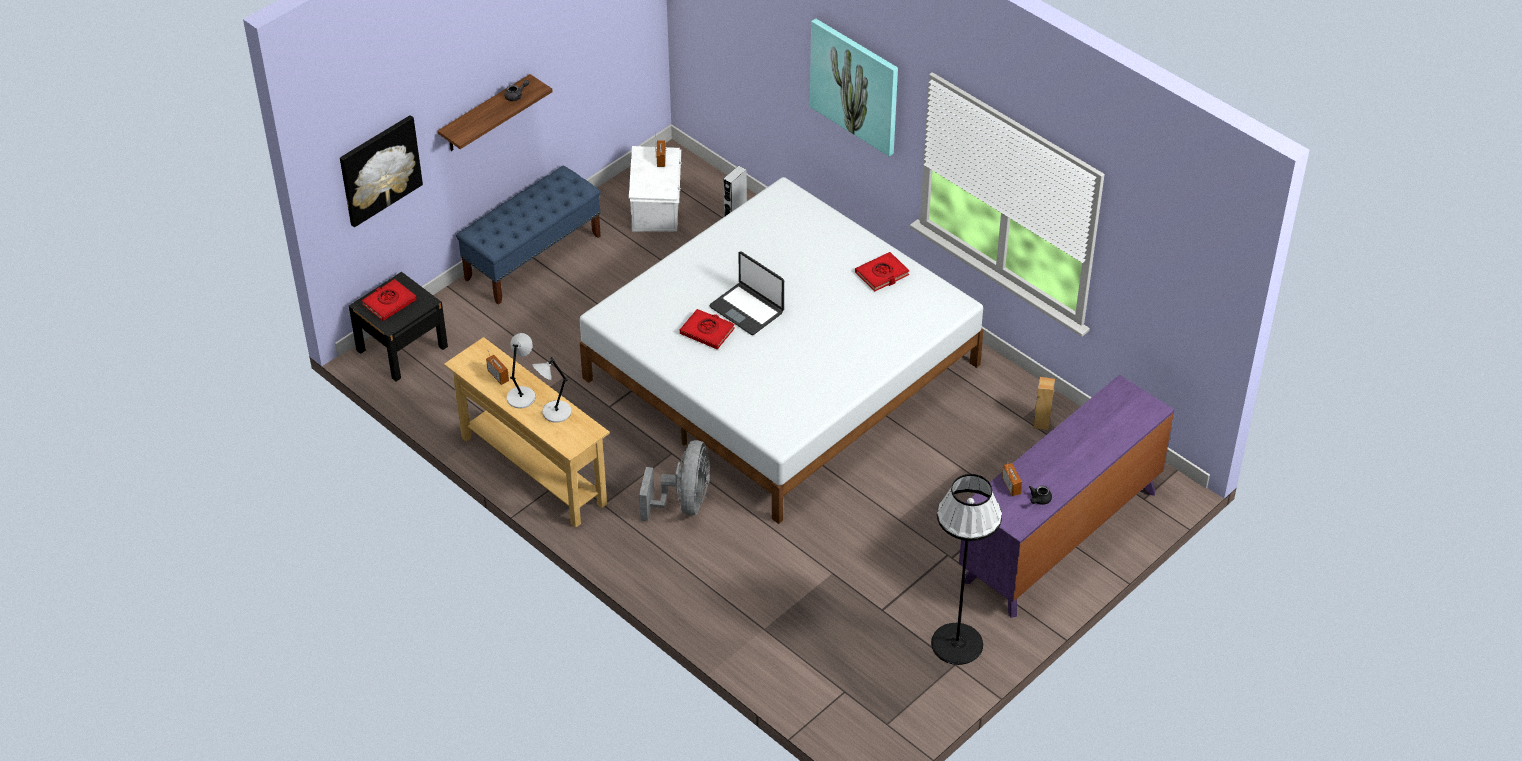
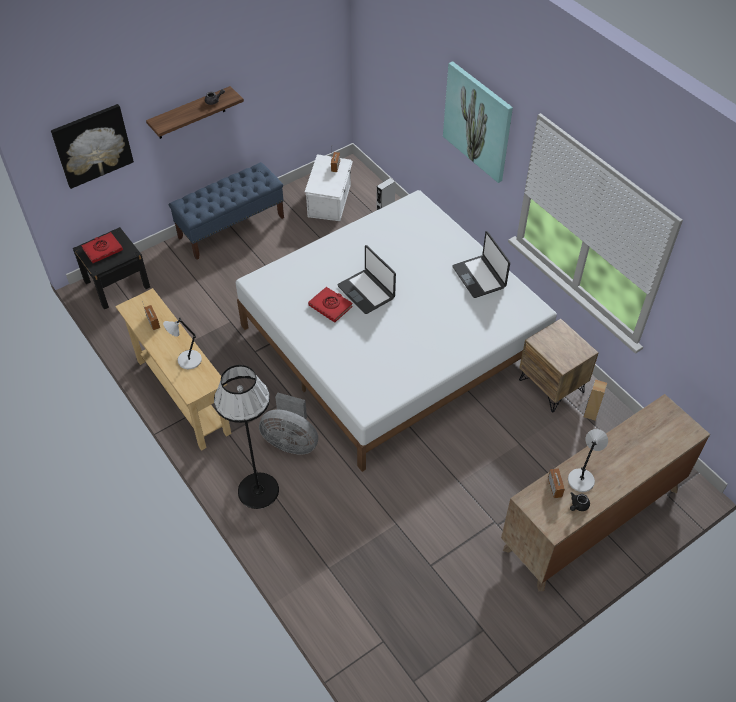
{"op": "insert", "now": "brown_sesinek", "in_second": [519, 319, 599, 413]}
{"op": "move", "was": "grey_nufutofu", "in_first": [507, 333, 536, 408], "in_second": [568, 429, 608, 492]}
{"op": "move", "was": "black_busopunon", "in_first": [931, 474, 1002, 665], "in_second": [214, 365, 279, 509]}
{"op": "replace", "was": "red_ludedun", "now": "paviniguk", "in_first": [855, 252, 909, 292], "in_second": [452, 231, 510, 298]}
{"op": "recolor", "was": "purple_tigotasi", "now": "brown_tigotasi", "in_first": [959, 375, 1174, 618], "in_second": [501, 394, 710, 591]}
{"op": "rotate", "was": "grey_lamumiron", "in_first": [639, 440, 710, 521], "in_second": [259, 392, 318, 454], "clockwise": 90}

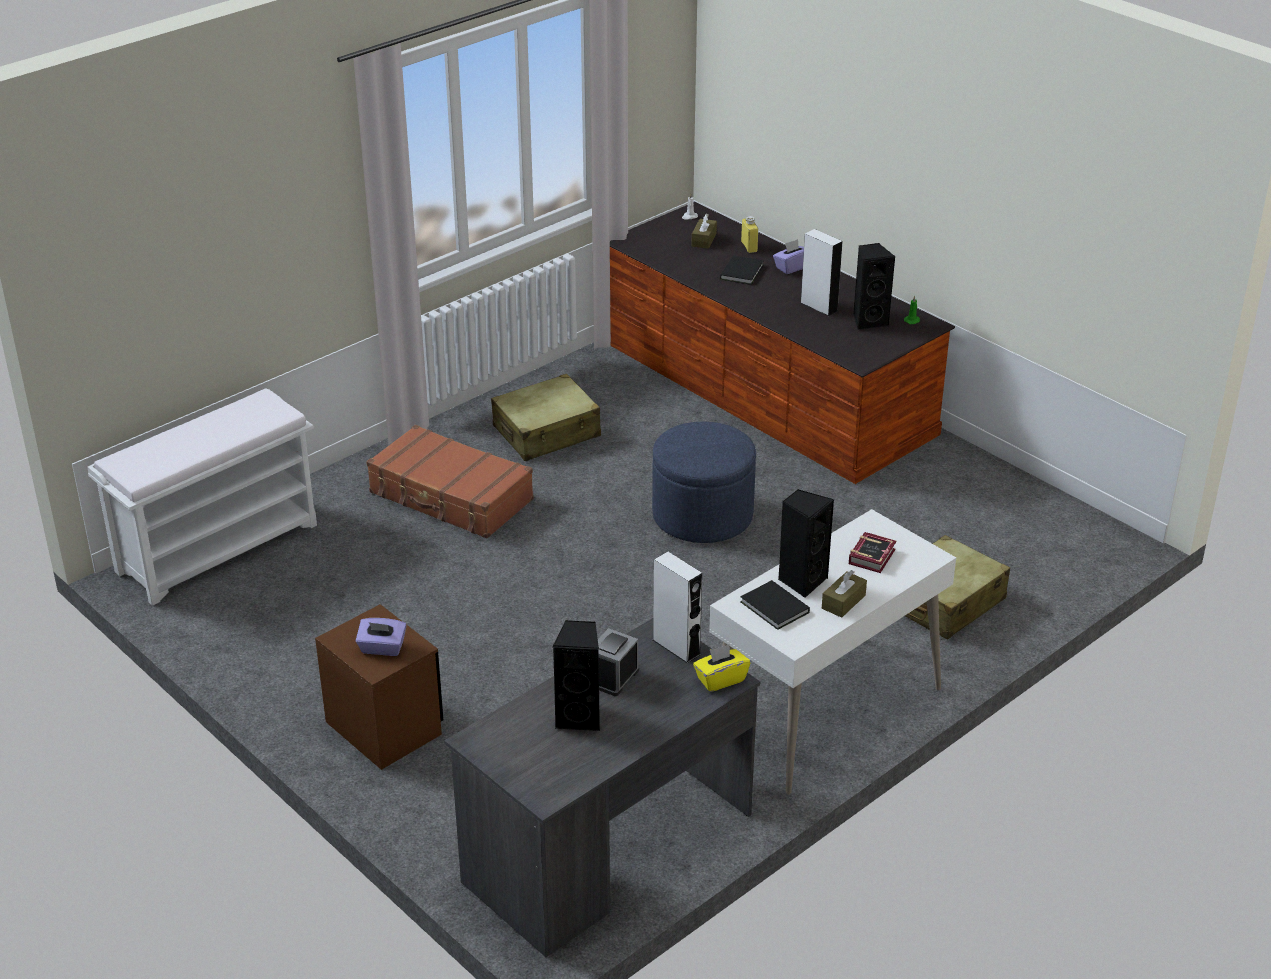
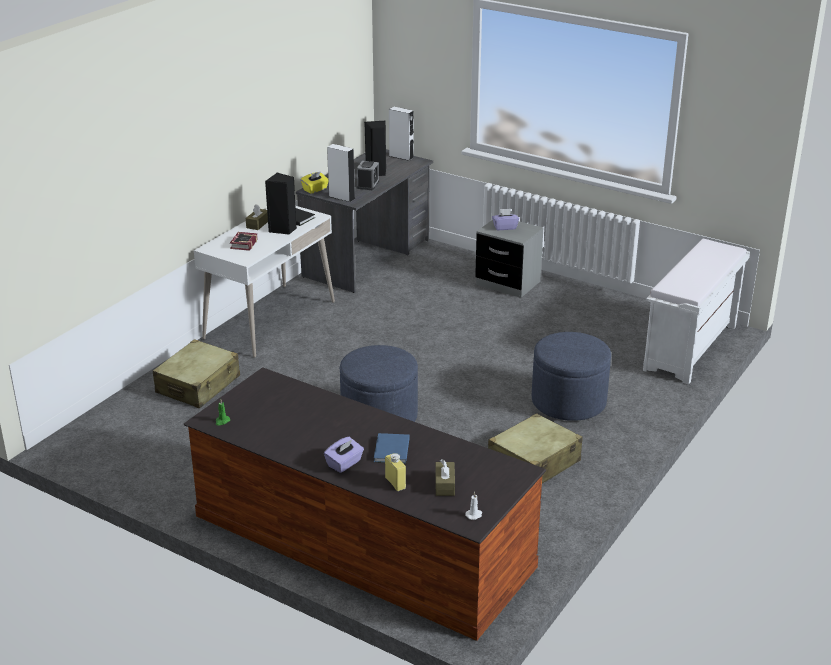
{"op": "delete", "was": "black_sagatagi", "in_first": [853, 243, 895, 330]}
{"op": "move", "was": "white_sagatagi", "in_first": [800, 229, 843, 316], "in_second": [389, 107, 414, 161]}
{"op": "replace", "was": "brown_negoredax", "now": "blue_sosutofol", "in_first": [366, 425, 534, 539], "in_second": [532, 332, 611, 421]}
{"op": "recolor", "was": "brown_sesinek", "now": "grey_sesinek", "in_first": [315, 604, 443, 770], "in_second": [475, 220, 543, 298]}
{"op": "recolor", "was": "black_ludedun", "now": "blue_ludedun", "in_first": [720, 256, 764, 285], "in_second": [374, 433, 410, 464]}

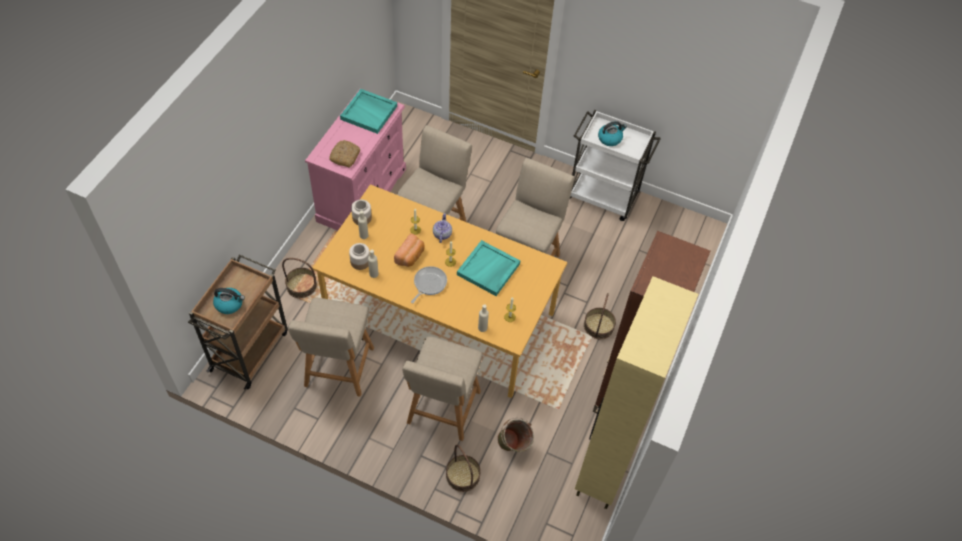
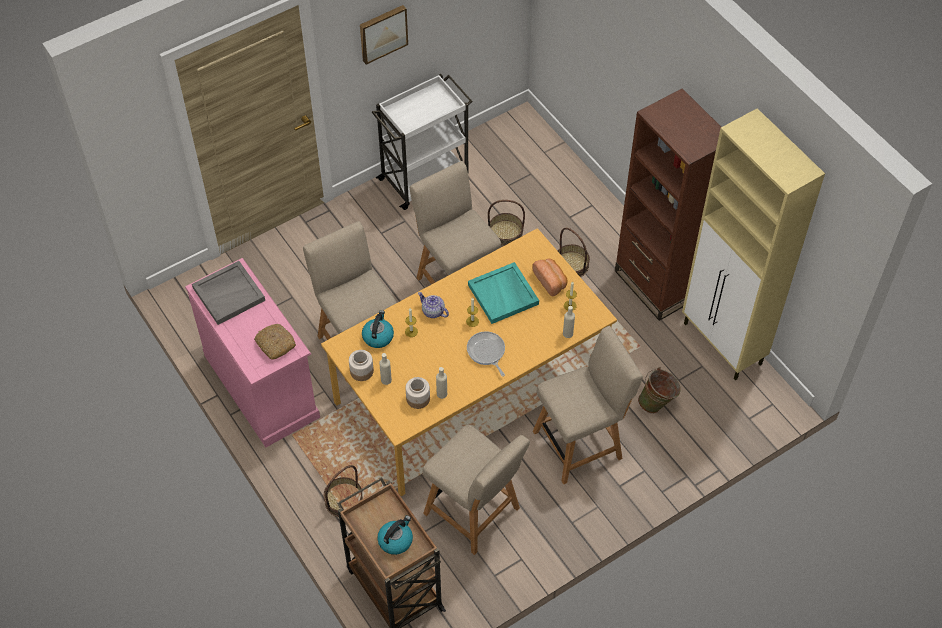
{"op": "insert", "now": "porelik", "in_second": [360, 5, 408, 65]}
{"op": "move", "was": "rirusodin", "in_first": [394, 234, 425, 267], "in_second": [532, 259, 567, 296]}
{"op": "move", "was": "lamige", "in_first": [446, 445, 481, 492], "in_second": [488, 200, 525, 247]}
{"op": "move", "was": "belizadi", "in_first": [598, 121, 627, 146], "in_second": [362, 310, 394, 348]}
{"op": "recolor", "was": "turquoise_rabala", "now": "grey_rabala", "in_first": [340, 89, 397, 134], "in_second": [192, 261, 265, 325]}
{"op": "rotate", "was": "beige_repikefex", "in_first": [402, 336, 482, 441], "in_second": [533, 326, 643, 484], "clockwise": -75}

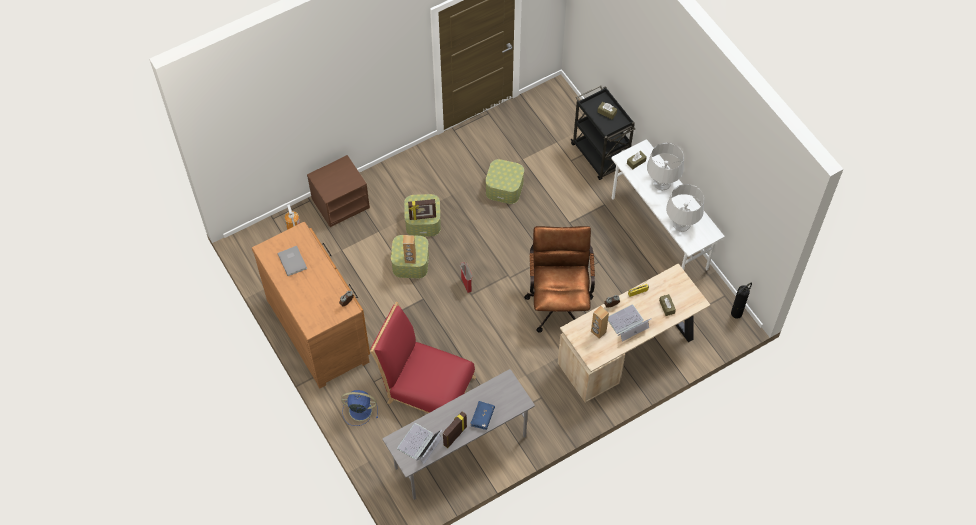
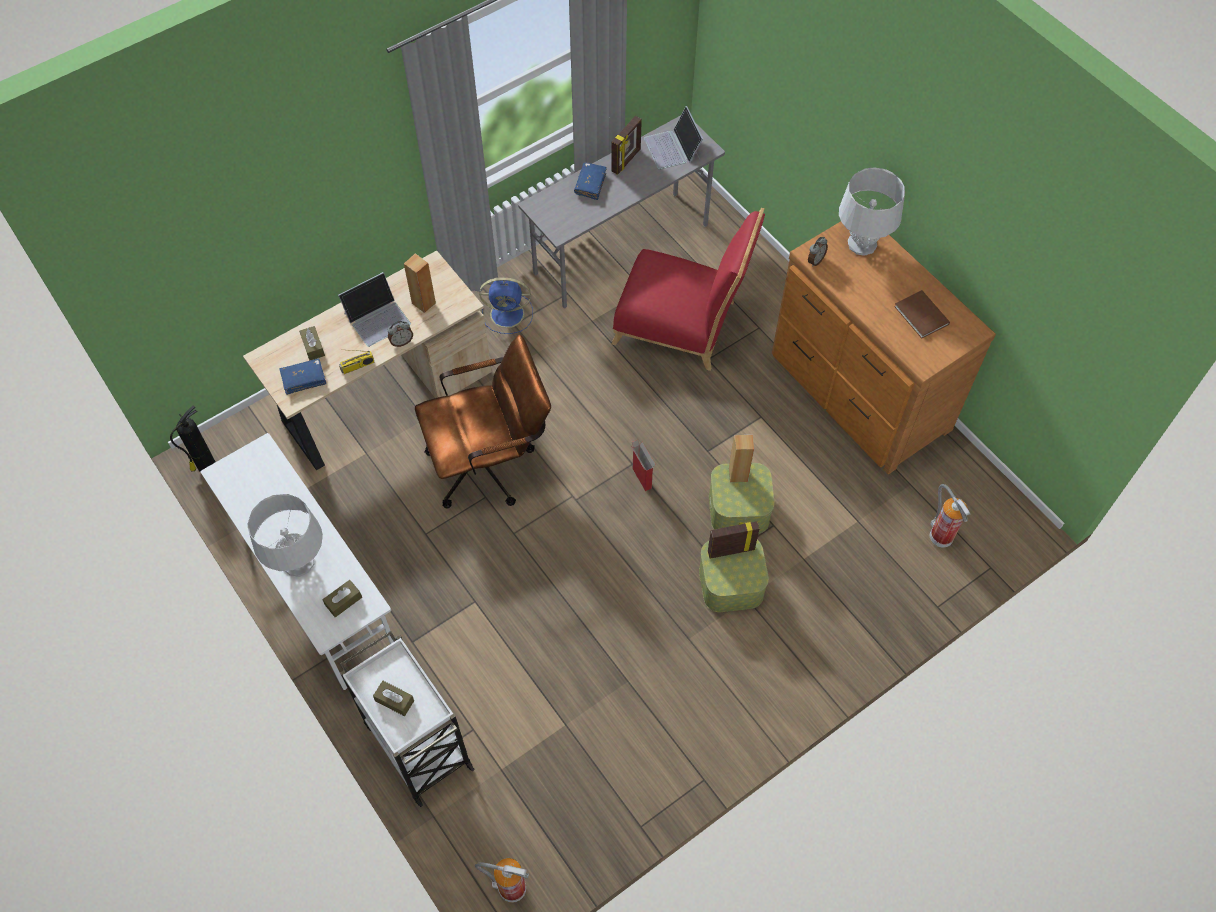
{"op": "delete", "was": "brown_sesinek", "in_first": [307, 155, 370, 228]}
{"op": "delete", "was": "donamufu", "in_first": [485, 159, 524, 204]}
{"op": "insert", "now": "blue_ludedun", "in_second": [280, 358, 326, 395]}
{"op": "insert", "now": "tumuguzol", "in_second": [475, 858, 529, 903]}
{"op": "move", "was": "blue_lamumiron", "in_first": [341, 390, 378, 426], "in_second": [479, 277, 533, 334]}
{"op": "move", "was": "grey_nufutofu", "in_first": [666, 184, 704, 232], "in_second": [839, 167, 905, 256]}
{"op": "recolor", "was": "grey_ludedun", "now": "brown_ludedun", "in_first": [278, 246, 307, 276], "in_second": [894, 290, 950, 338]}
{"op": "recolor", "was": "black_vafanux", "now": "white_vafanux", "in_first": [570, 85, 635, 180], "in_second": [340, 631, 475, 807]}
{"op": "rotate", "was": "paviniguk", "in_first": [397, 423, 442, 465], "in_second": [644, 106, 703, 170], "clockwise": 135}
{"op": "rotate", "was": "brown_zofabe", "in_first": [524, 226, 595, 333], "in_second": [415, 334, 551, 509], "clockwise": -105}

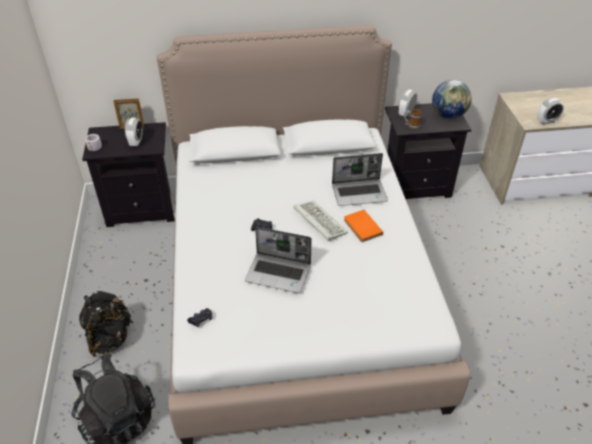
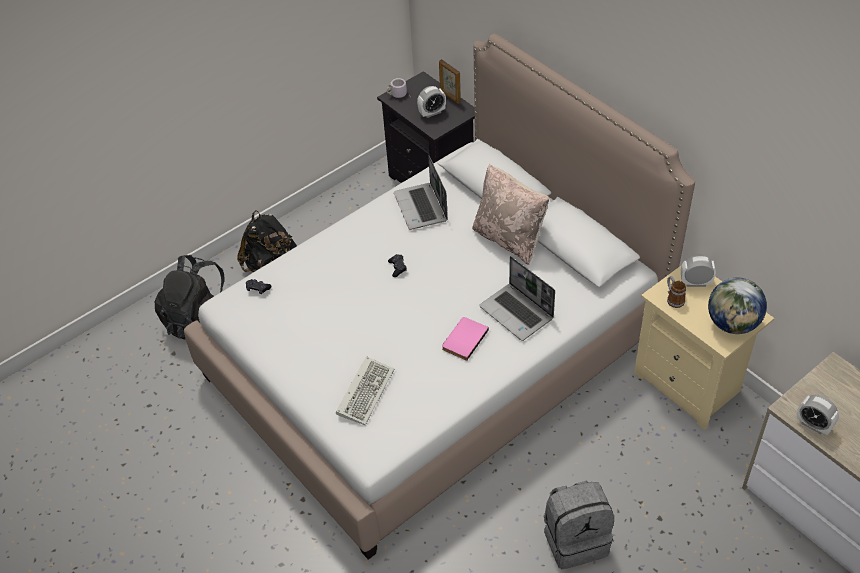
{"op": "insert", "now": "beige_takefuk", "in_second": [472, 164, 549, 265]}
{"op": "insert", "now": "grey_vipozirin", "in_second": [544, 481, 614, 569]}
{"op": "move", "was": "paviniguk", "in_first": [245, 226, 312, 293], "in_second": [394, 155, 448, 230]}
{"op": "move", "was": "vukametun", "in_first": [294, 201, 348, 241], "in_second": [336, 356, 394, 425]}
{"op": "recolor", "was": "orange_ludedun", "now": "pink_ludedun", "in_first": [344, 210, 383, 242], "in_second": [442, 317, 489, 361]}
{"op": "recolor", "was": "black_sesinek", "now": "beige_sesinek", "in_first": [385, 103, 471, 199], "in_second": [634, 265, 774, 430]}

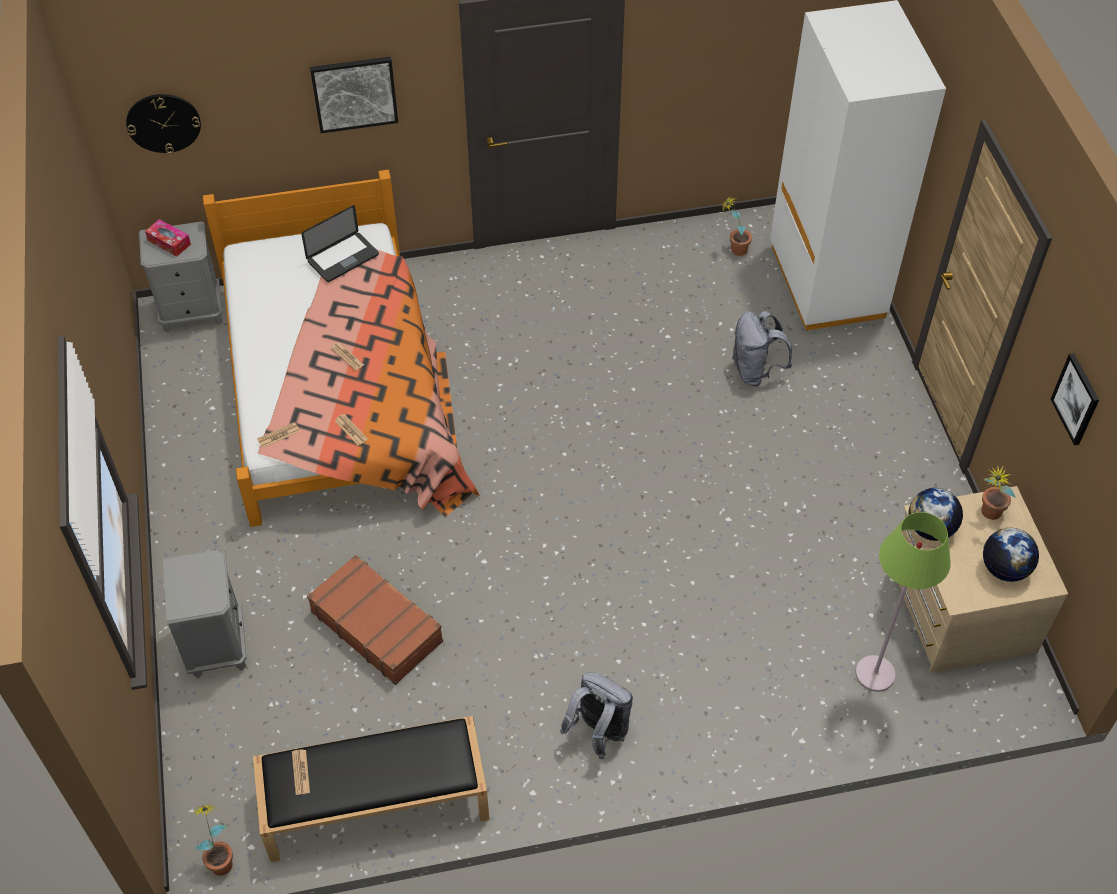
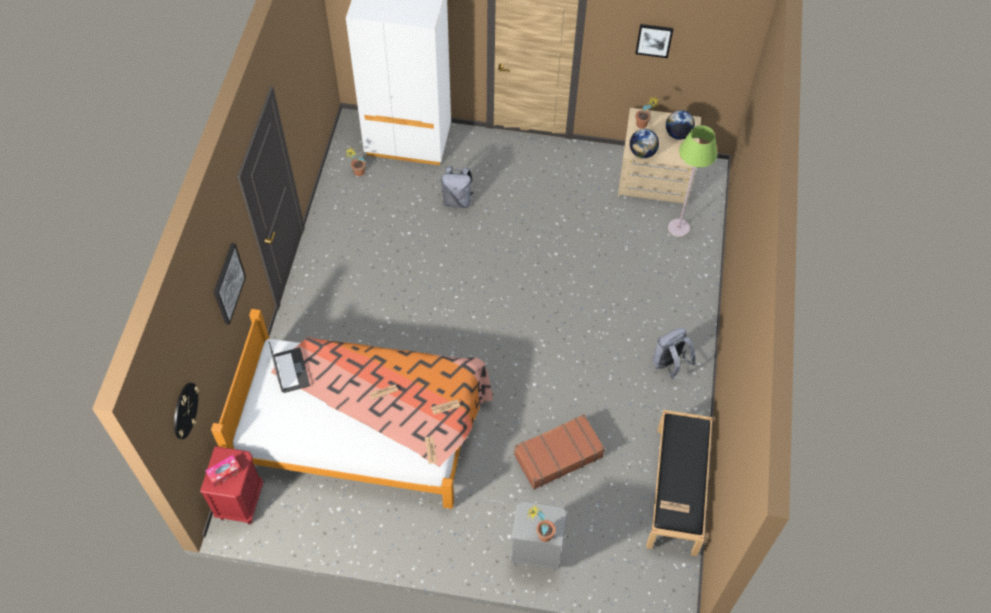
{"op": "move", "was": "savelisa", "in_first": [190, 803, 233, 876], "in_second": [527, 504, 556, 542]}
{"op": "recolor", "was": "grey_sesinek", "now": "red_sesinek", "in_first": [139, 222, 223, 333], "in_second": [200, 446, 263, 525]}

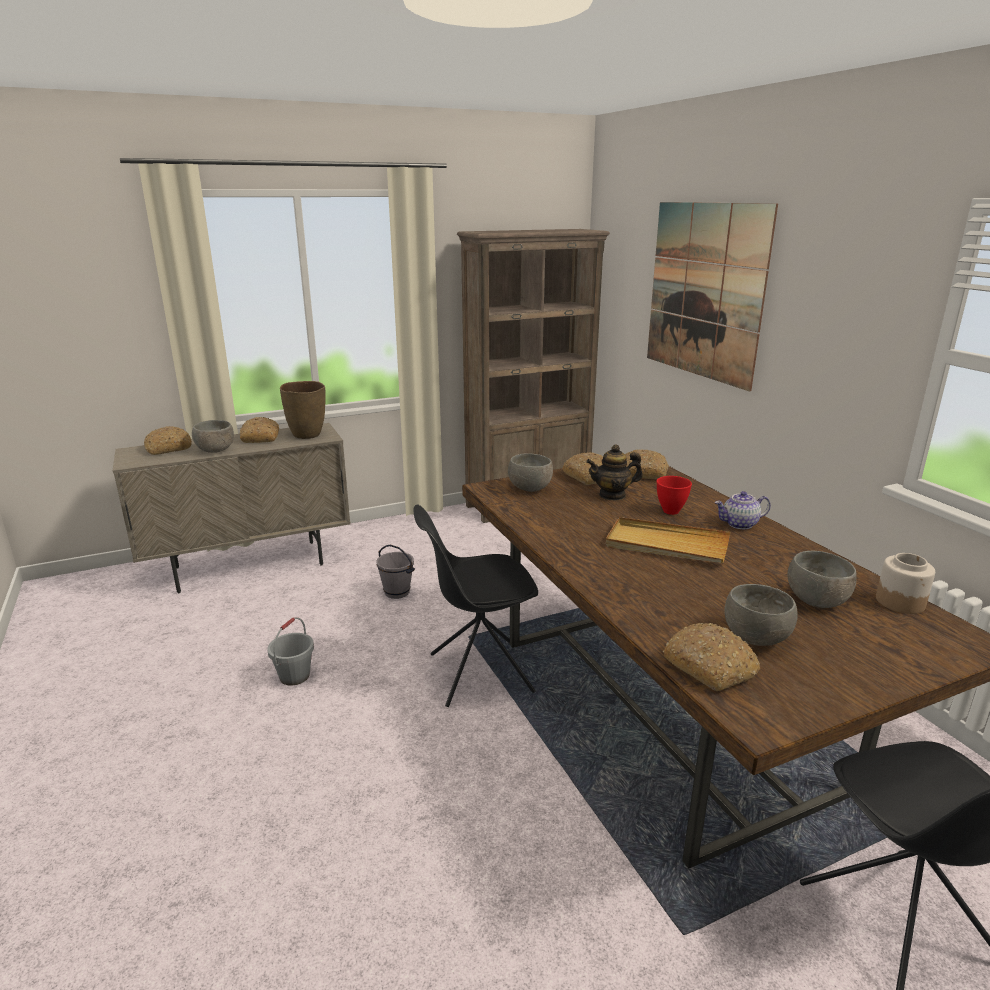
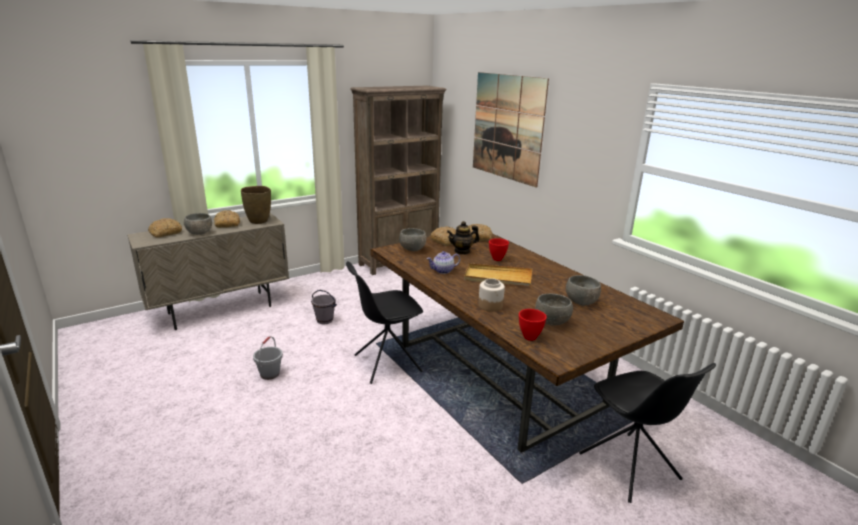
{"op": "move", "was": "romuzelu", "in_first": [715, 491, 771, 529], "in_second": [427, 251, 460, 274]}
{"op": "move", "was": "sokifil", "in_first": [876, 553, 935, 614], "in_second": [478, 278, 505, 312]}
{"op": "replace", "was": "rirusodin", "now": "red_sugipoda", "in_first": [663, 623, 760, 691], "in_second": [519, 309, 547, 341]}

